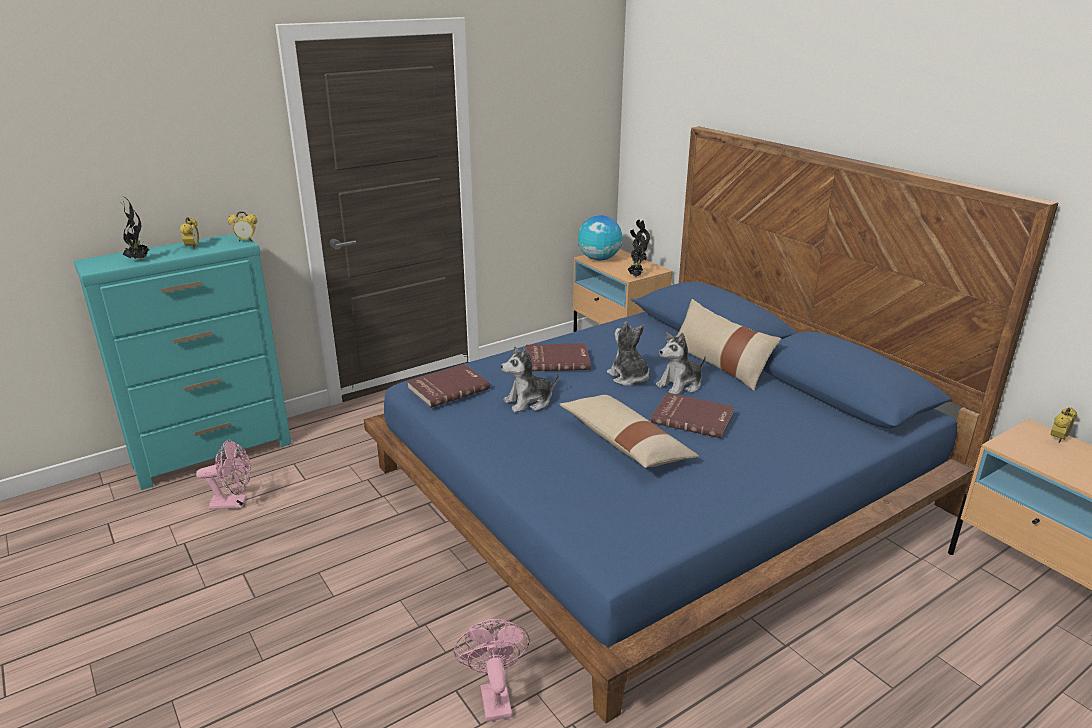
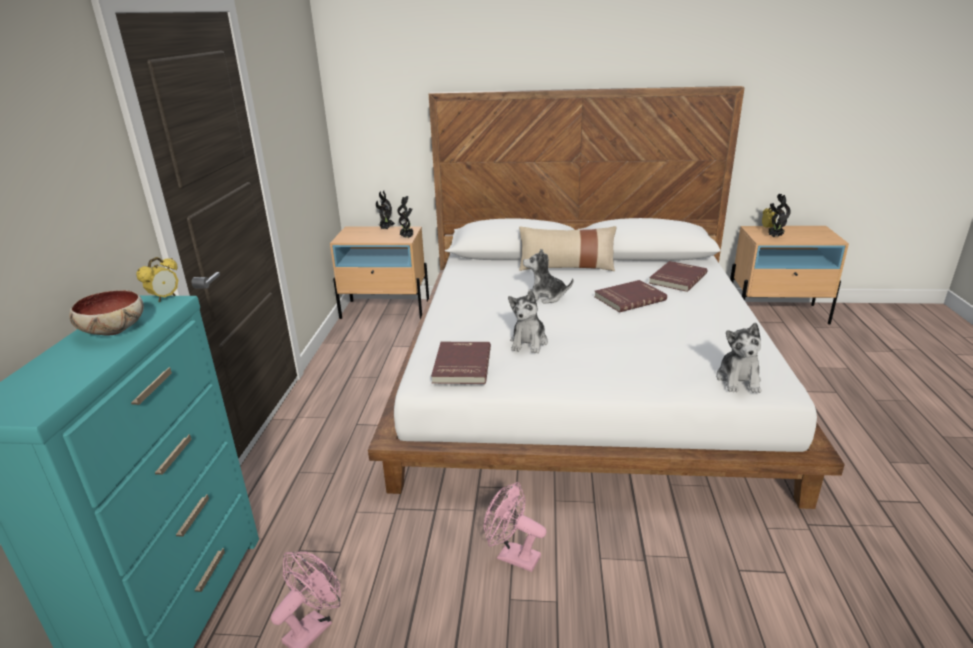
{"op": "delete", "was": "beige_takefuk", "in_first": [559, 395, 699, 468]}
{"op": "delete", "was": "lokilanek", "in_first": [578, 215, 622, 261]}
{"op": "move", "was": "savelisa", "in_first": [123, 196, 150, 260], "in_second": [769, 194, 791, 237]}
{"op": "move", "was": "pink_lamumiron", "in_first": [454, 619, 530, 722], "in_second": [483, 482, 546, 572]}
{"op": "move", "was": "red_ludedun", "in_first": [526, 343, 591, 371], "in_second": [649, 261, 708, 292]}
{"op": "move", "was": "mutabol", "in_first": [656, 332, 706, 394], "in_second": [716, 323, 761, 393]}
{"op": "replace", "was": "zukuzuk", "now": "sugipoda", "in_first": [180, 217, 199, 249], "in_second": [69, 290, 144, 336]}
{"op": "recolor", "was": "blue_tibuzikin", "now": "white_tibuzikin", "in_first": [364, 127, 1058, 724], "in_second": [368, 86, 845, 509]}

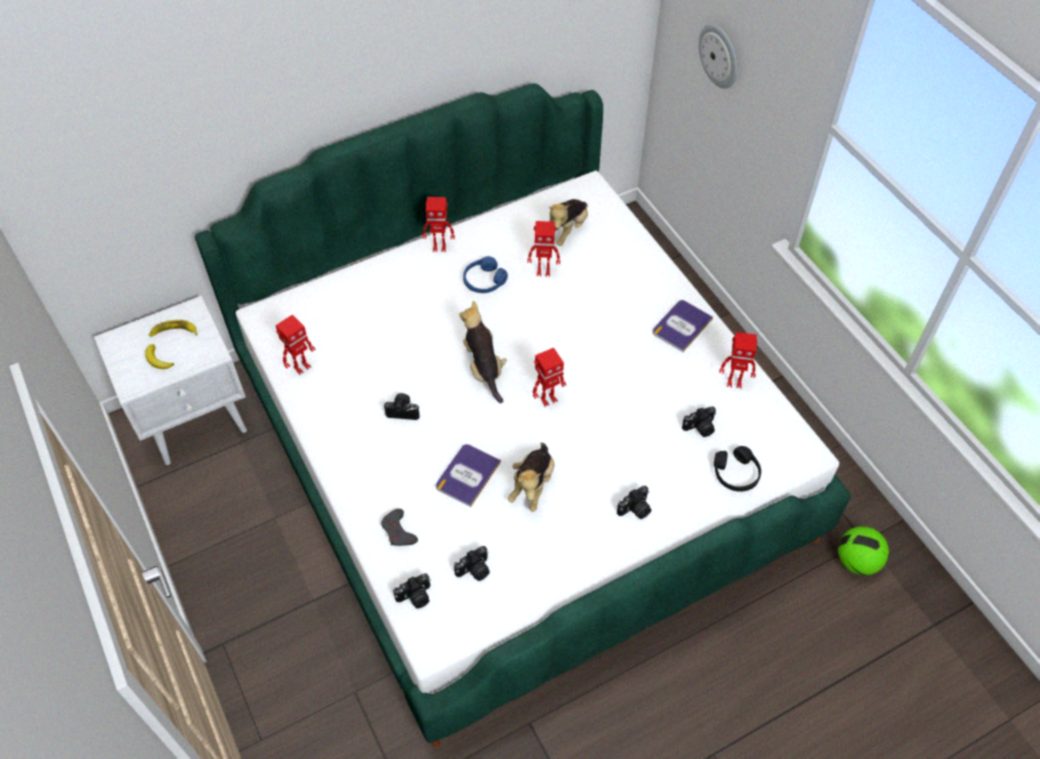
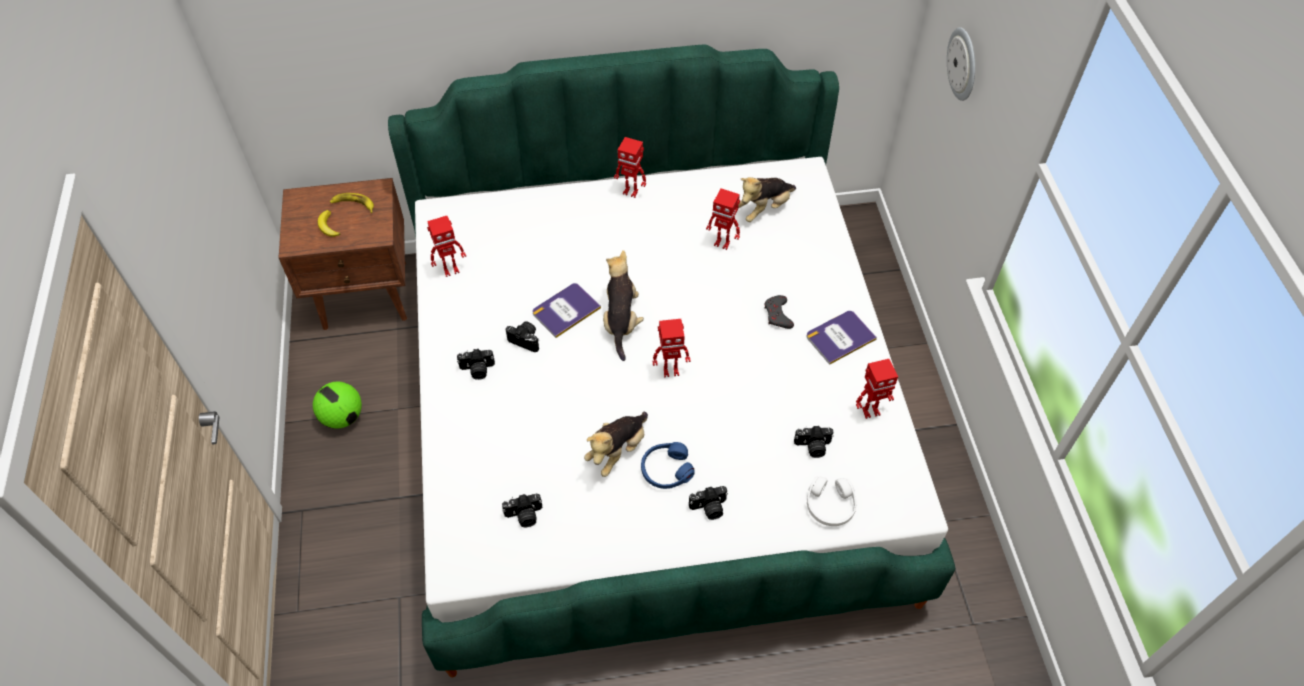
{"op": "move", "was": "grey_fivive", "in_first": [381, 509, 418, 546], "in_second": [765, 295, 794, 329]}
{"op": "move", "was": "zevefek", "in_first": [393, 573, 431, 609], "in_second": [457, 349, 495, 380]}
{"op": "move", "was": "ludedun", "in_first": [436, 444, 501, 507], "in_second": [532, 283, 601, 338]}
{"op": "move", "was": "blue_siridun", "in_first": [463, 256, 508, 293], "in_second": [641, 442, 695, 489]}
{"op": "move", "was": "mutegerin", "in_first": [838, 526, 889, 575], "in_second": [313, 382, 362, 429]}
{"op": "recolor", "was": "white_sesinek", "now": "brown_sesinek", "in_first": [94, 296, 247, 465], "in_second": [279, 178, 407, 330]}
{"op": "recolor", "was": "black_siridun", "now": "white_siridun", "in_first": [714, 446, 761, 492], "in_second": [807, 476, 857, 526]}
{"op": "rotate", "was": "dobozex", "in_first": [719, 332, 757, 389], "in_second": [856, 359, 898, 419], "clockwise": -45}

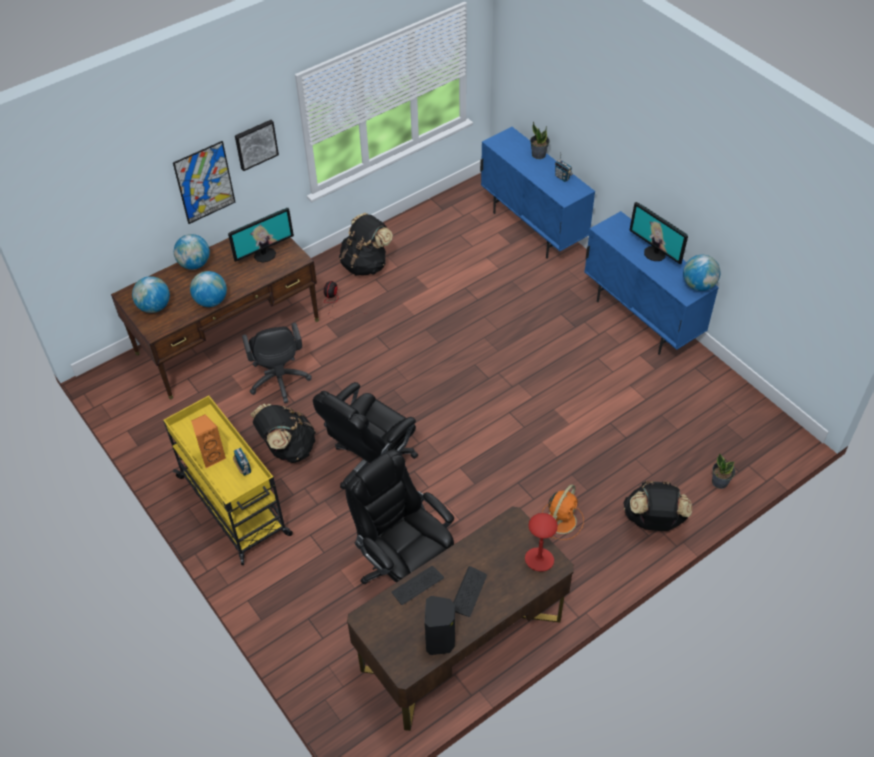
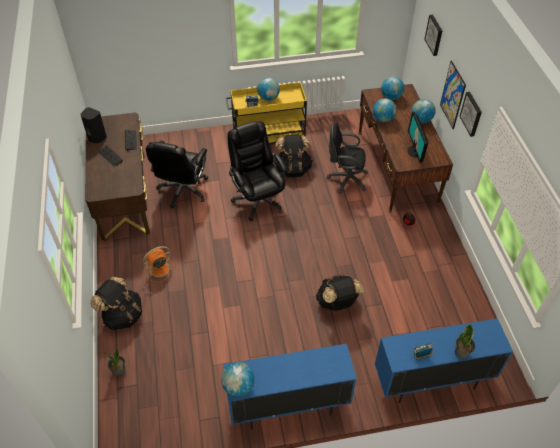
{"op": "delete", "was": "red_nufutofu", "in_first": [525, 513, 558, 572]}
{"op": "delete", "was": "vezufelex", "in_first": [629, 202, 688, 264]}
{"op": "insert", "now": "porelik", "in_second": [424, 15, 442, 56]}
{"op": "move", "was": "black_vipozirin", "in_first": [339, 213, 393, 275], "in_second": [316, 274, 364, 311]}
{"op": "replace", "was": "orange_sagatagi", "now": "lokilanek", "in_first": [191, 415, 226, 468], "in_second": [257, 78, 280, 101]}
{"op": "rotate", "was": "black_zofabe", "in_first": [345, 449, 454, 584], "in_second": [146, 141, 208, 208], "clockwise": 120}
{"op": "rotate", "was": "orange_lamumiron", "in_first": [542, 484, 584, 540], "in_second": [142, 246, 176, 282], "clockwise": 90}

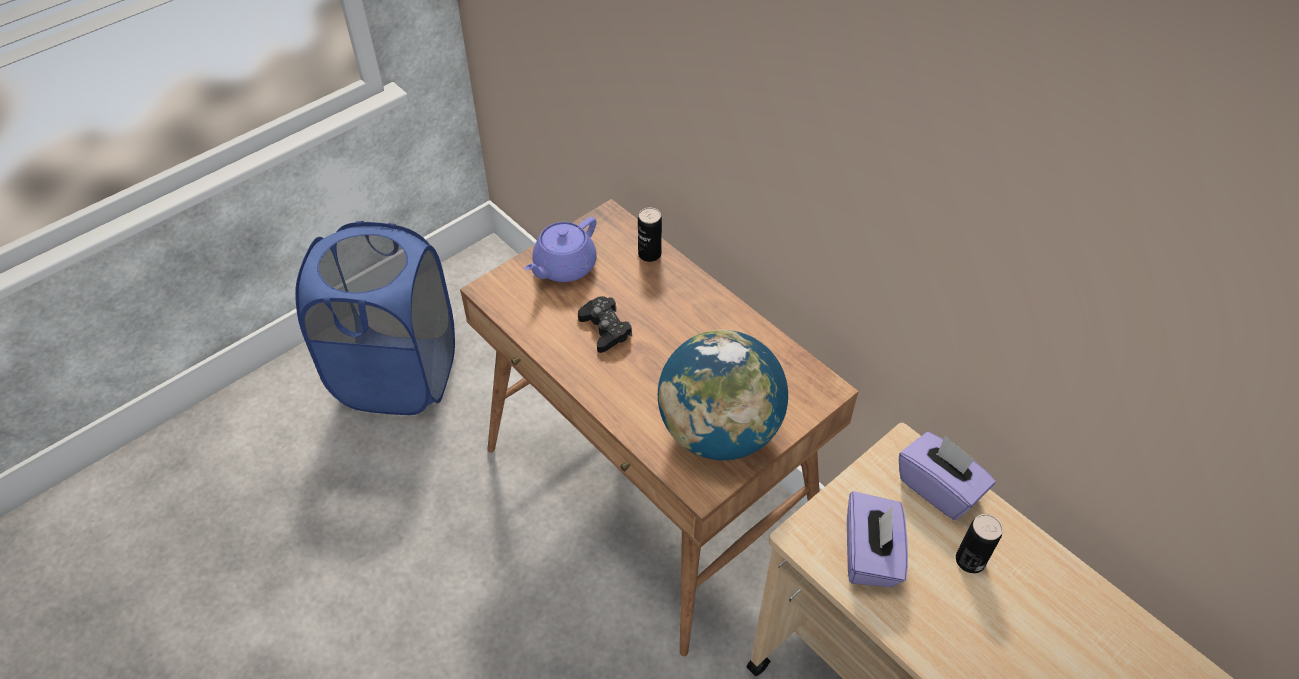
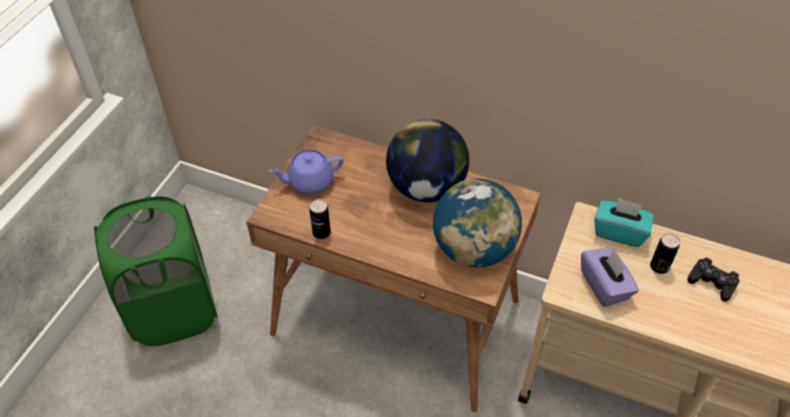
{"op": "insert", "now": "lokilanek", "in_second": [386, 119, 469, 202]}
{"op": "move", "was": "black_fivive", "in_first": [578, 296, 632, 353], "in_second": [688, 258, 739, 302]}
{"op": "move", "was": "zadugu", "in_first": [638, 207, 662, 262], "in_second": [309, 199, 331, 239]}
{"op": "recolor", "was": "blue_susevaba", "now": "green_susevaba", "in_first": [295, 221, 455, 415], "in_second": [94, 196, 218, 346]}
{"op": "recolor", "was": "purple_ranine", "now": "turquoise_ranine", "in_first": [899, 432, 996, 520], "in_second": [594, 198, 654, 247]}
{"op": "rotate", "was": "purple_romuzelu", "in_first": [525, 217, 597, 282], "in_second": [269, 150, 343, 194], "clockwise": 60}

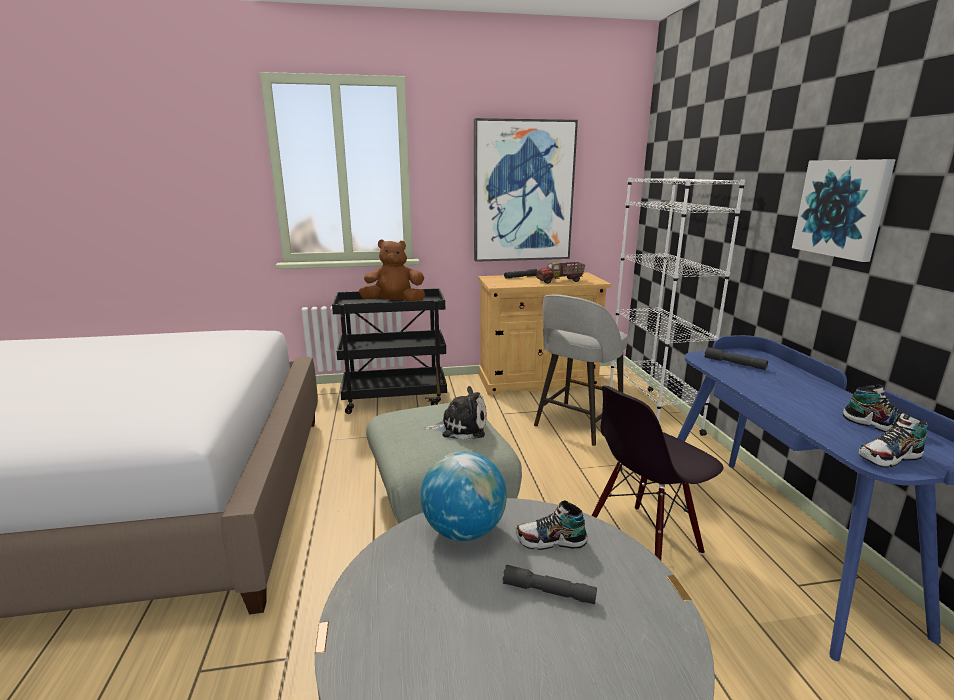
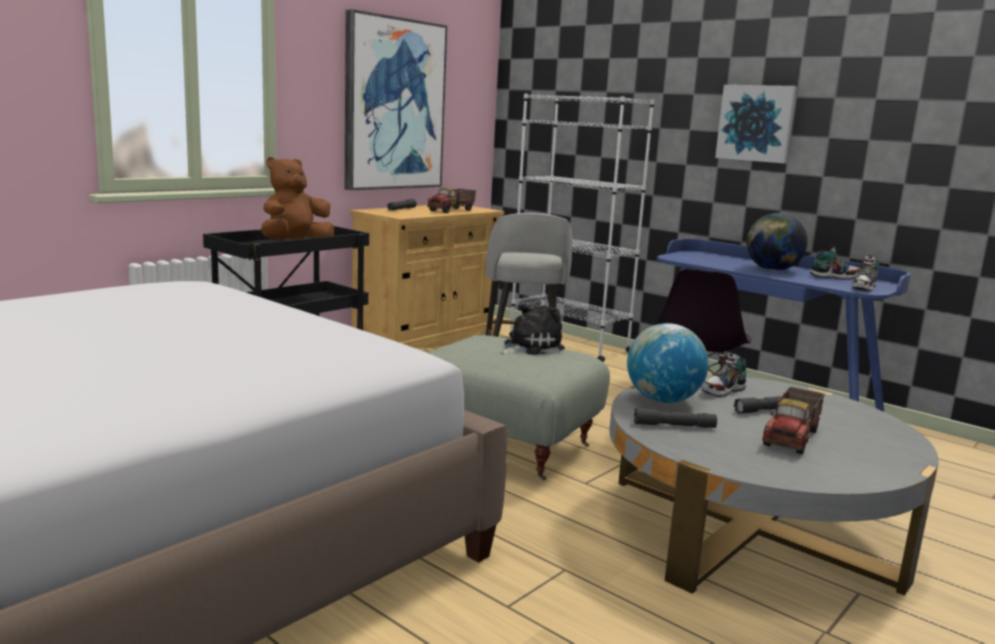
{"op": "insert", "now": "lokilanek", "in_second": [747, 213, 808, 271]}
{"op": "insert", "now": "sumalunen", "in_second": [762, 387, 825, 454]}
{"op": "move", "was": "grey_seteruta", "in_first": [704, 347, 768, 370], "in_second": [634, 408, 717, 428]}

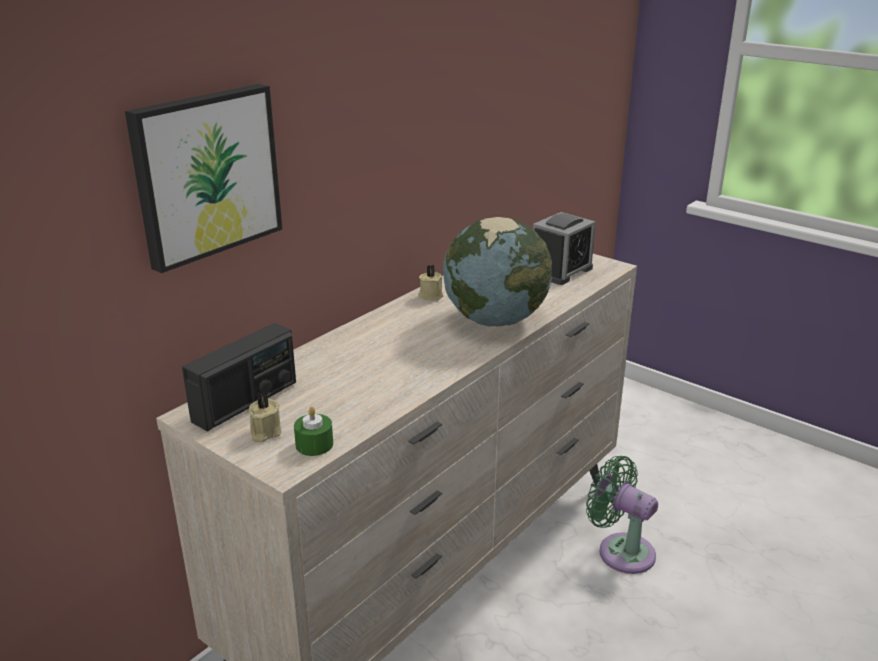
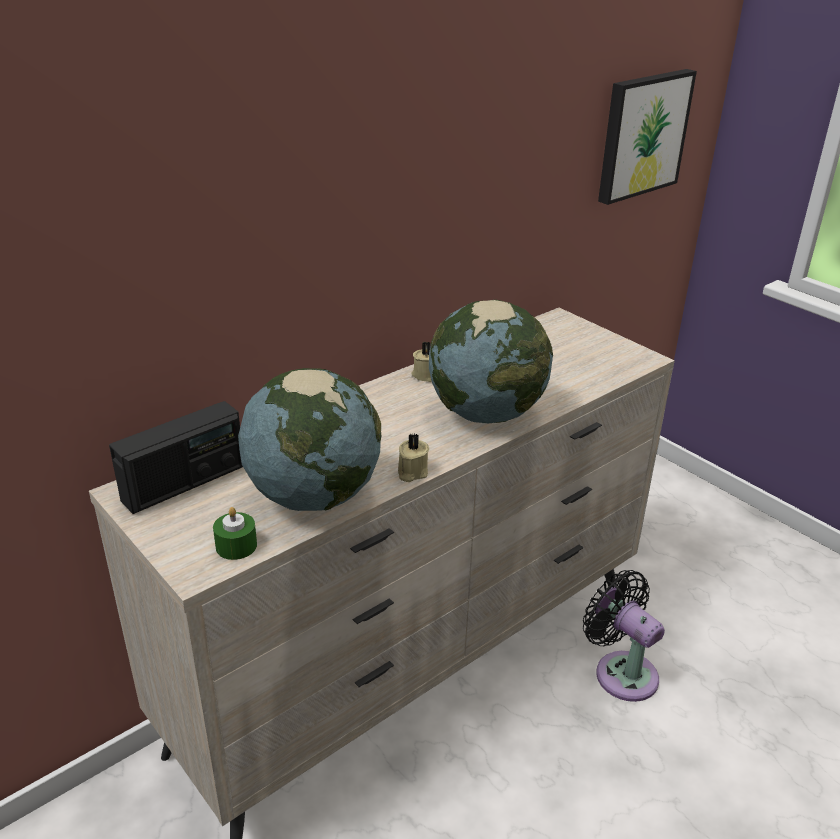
{"op": "delete", "was": "zukuzuk", "in_first": [533, 212, 596, 285]}
{"op": "insert", "now": "lokilanek", "in_second": [238, 368, 381, 511]}
{"op": "move", "was": "porelik", "in_first": [125, 84, 282, 273], "in_second": [598, 69, 697, 205]}
{"op": "move", "was": "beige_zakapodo", "in_first": [249, 392, 282, 442], "in_second": [398, 433, 429, 482]}
{"op": "recolor", "was": "green_lamumiron", "now": "black_lamumiron", "in_first": [586, 456, 658, 574], "in_second": [583, 570, 665, 702]}

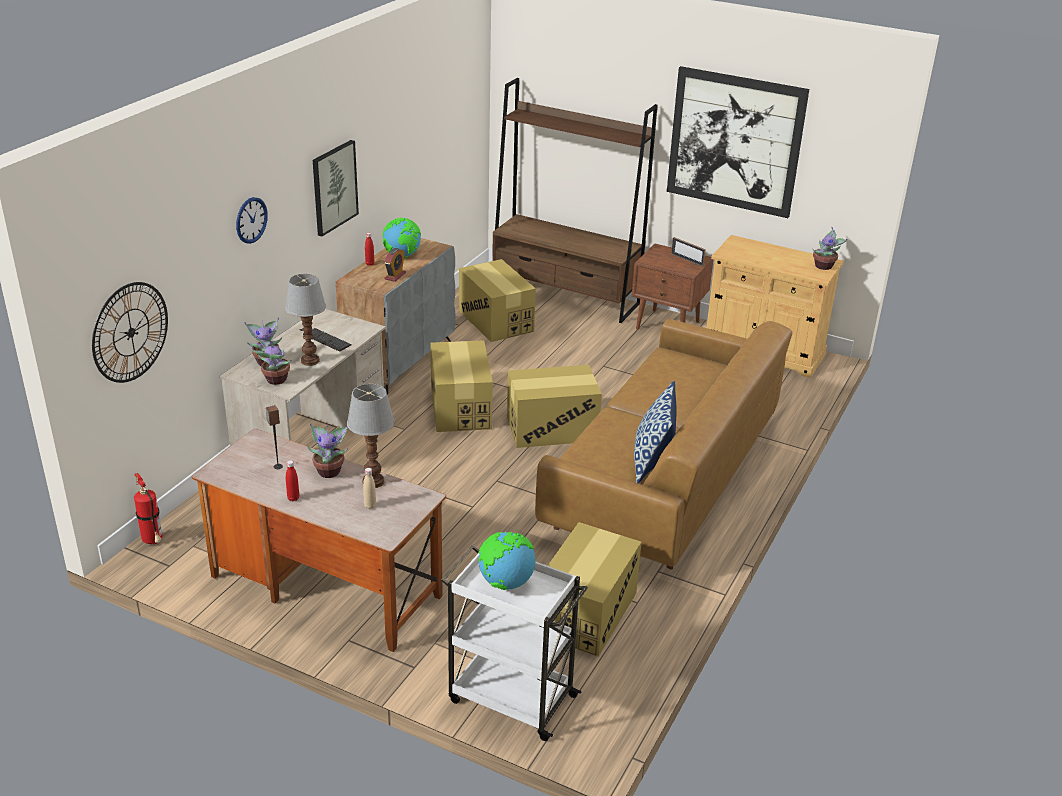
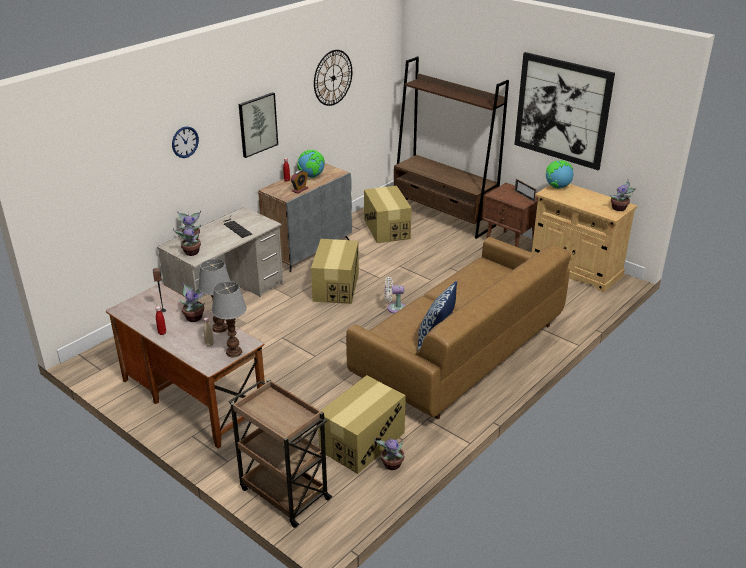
{"op": "delete", "was": "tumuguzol", "in_first": [134, 473, 162, 544]}
{"op": "insert", "now": "savelisa", "in_second": [374, 437, 404, 470]}
{"op": "move", "was": "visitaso", "in_first": [92, 282, 168, 383], "in_second": [314, 50, 352, 106]}
{"op": "move", "was": "nufutofu", "in_first": [285, 274, 326, 366], "in_second": [212, 281, 247, 357]}
{"op": "move", "was": "lokilanek", "in_first": [479, 532, 535, 590], "in_second": [546, 160, 573, 189]}
{"op": "replace", "was": "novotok", "now": "white_lamumiron", "in_first": [507, 365, 602, 448], "in_second": [384, 277, 405, 314]}
{"op": "recolor", "was": "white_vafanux", "now": "brown_vafanux", "in_first": [441, 542, 588, 741], "in_second": [229, 379, 333, 528]}

